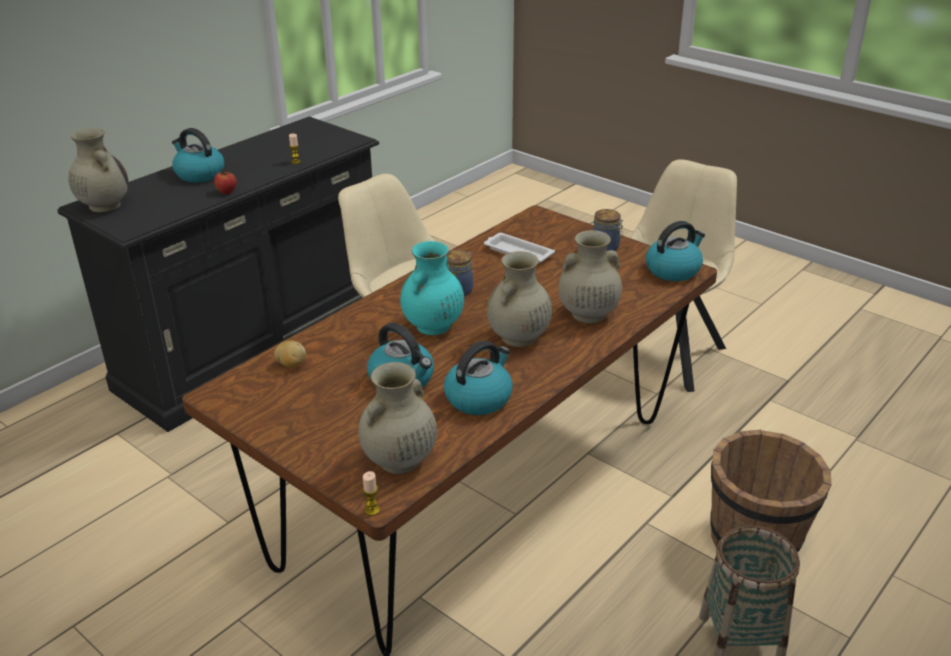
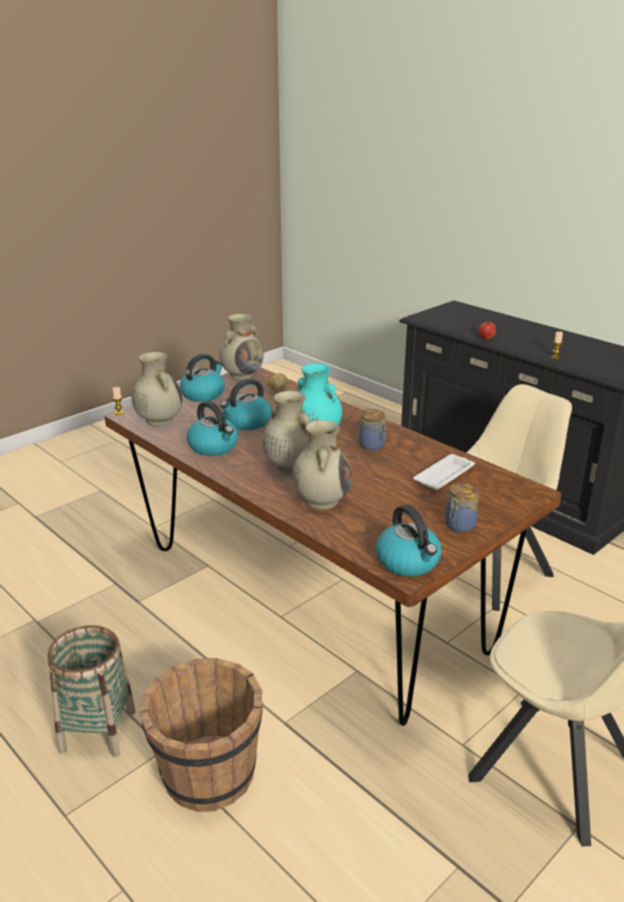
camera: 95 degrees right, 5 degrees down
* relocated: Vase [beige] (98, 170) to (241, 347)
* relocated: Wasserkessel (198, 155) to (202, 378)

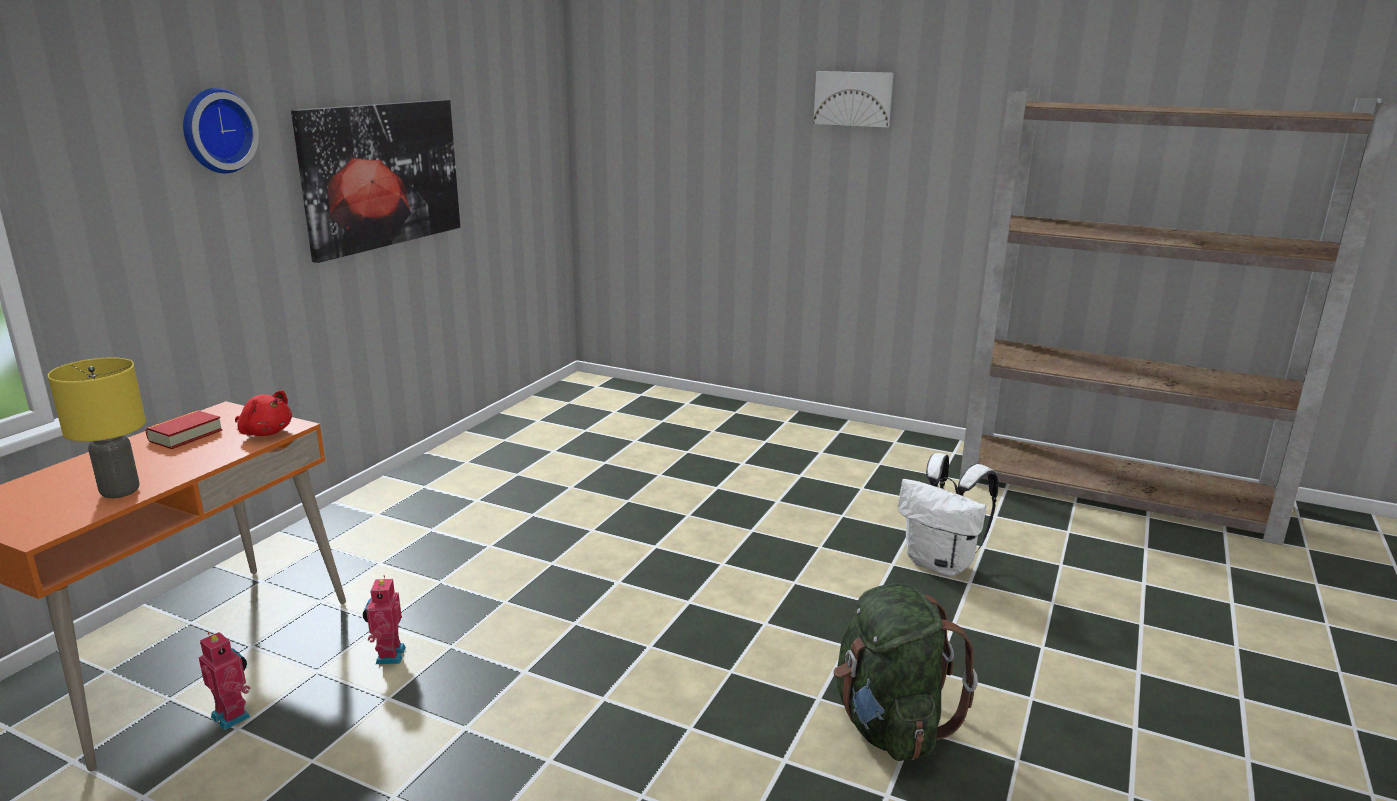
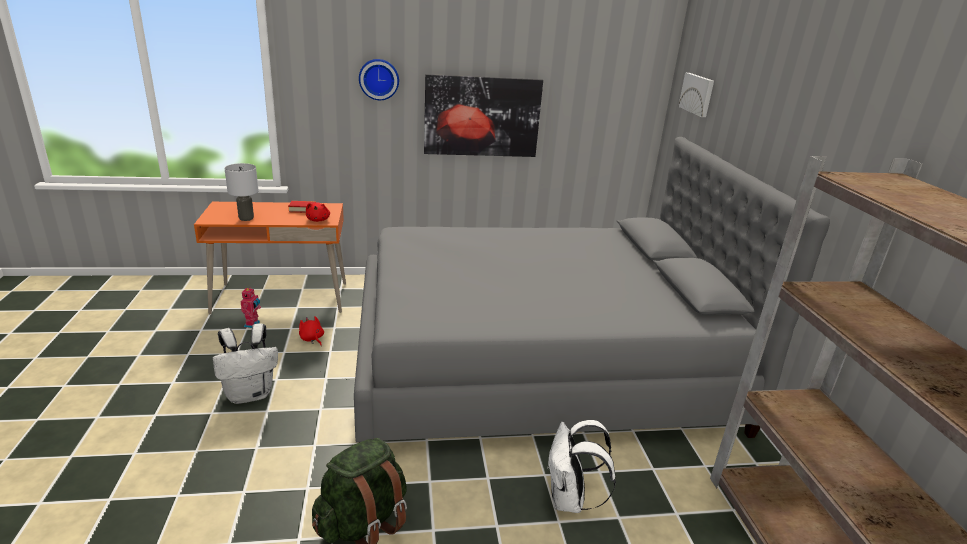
camera: 55 degrees right, 5 degrees up
* appeared: Rucksack [weiß] (245, 364)
* appeared: Bett [grau] (592, 290)
* relocated: Bild (853, 99) to (696, 95)
* exchanged: Spielzeugroboter (384, 619) to Plüschtier [rot] (311, 331)
* colour: Tischlampe [gelb] (97, 428) to Tischlampe [weiß] (241, 192)

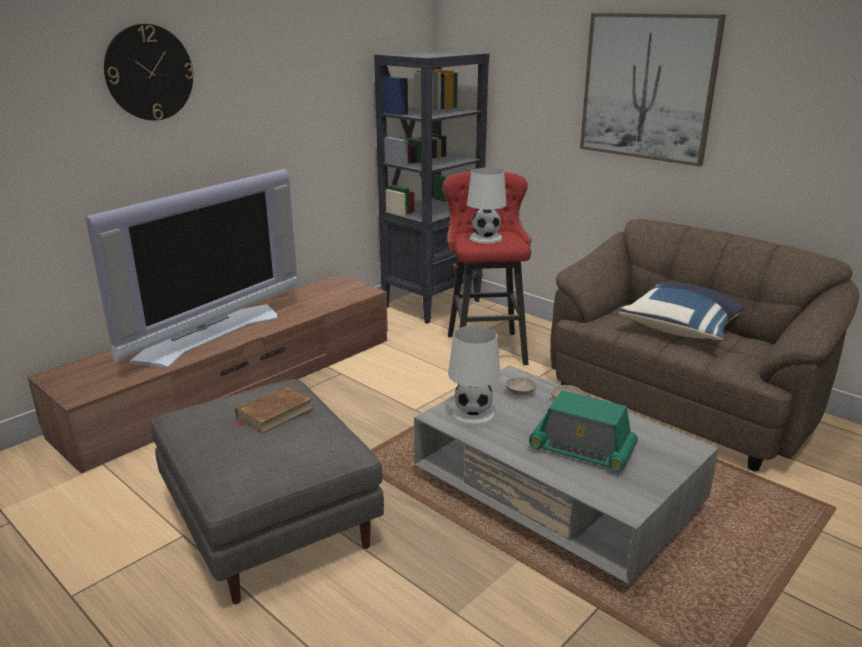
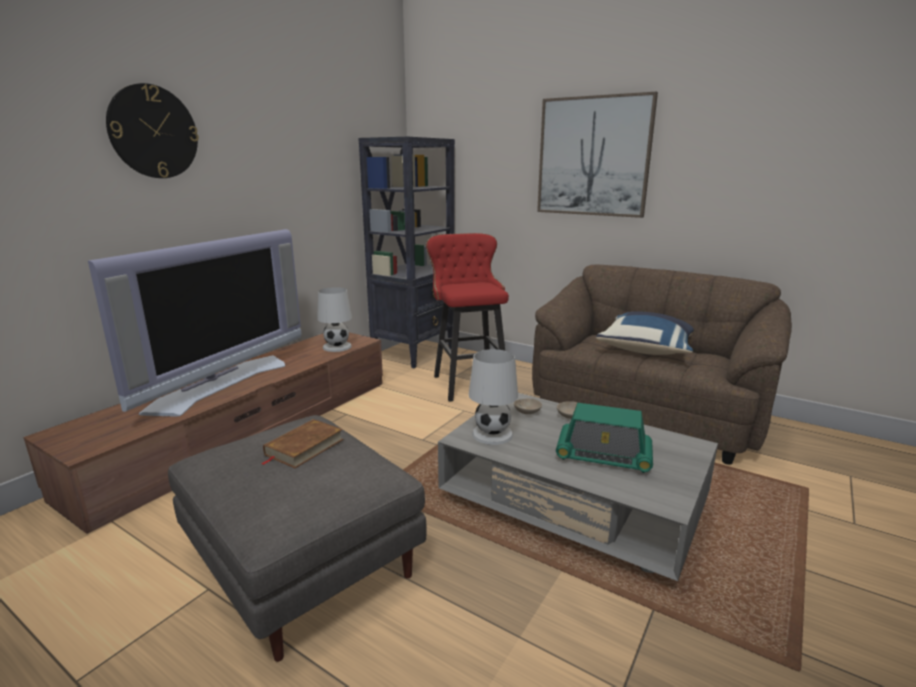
camera: 10 degrees left, 5 degrees down
* relocated: Tischlampe [weiß] (487, 205) to (334, 319)

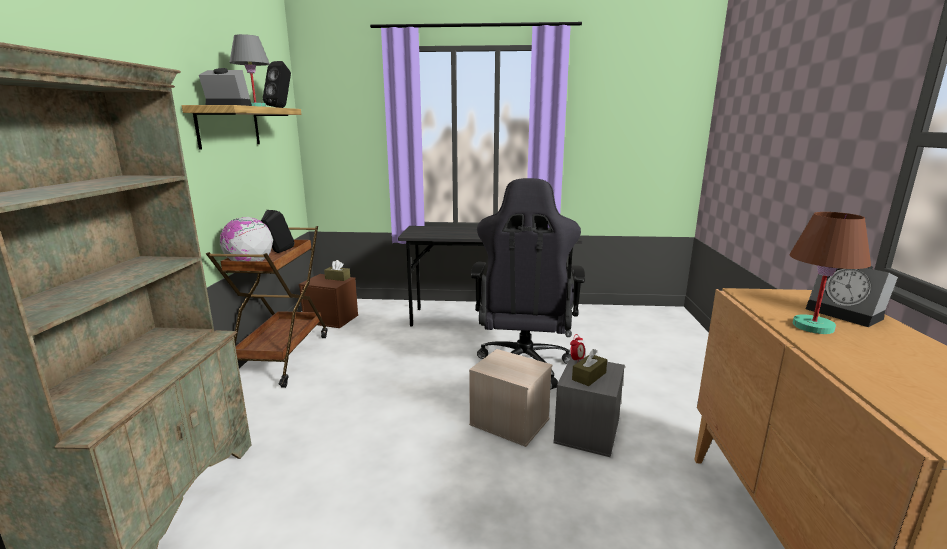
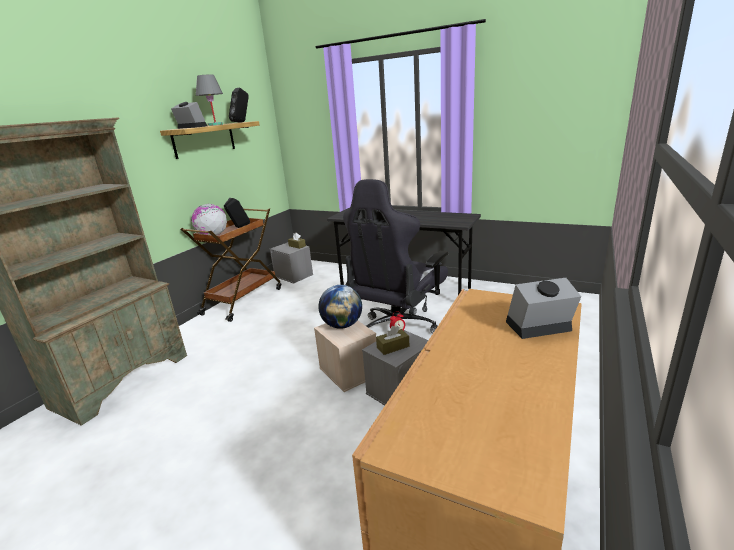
camera: 25 degrees right, 5 degrees up
* missing: Tischlampe [braun] (830, 273)
* appeared: Globus (340, 307)
* colour: Aufbewahrungsbox [braun] (328, 301) to Aufbewahrungsbox [grau] (291, 263)
* spun: Wecker (852, 296) = (543, 308) 90 degrees clockwise

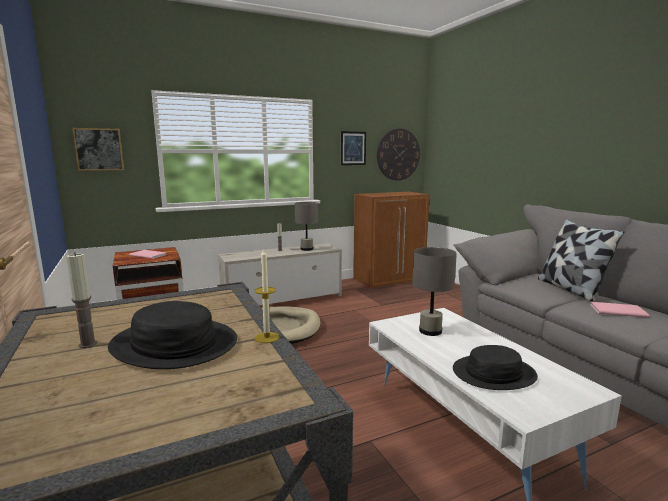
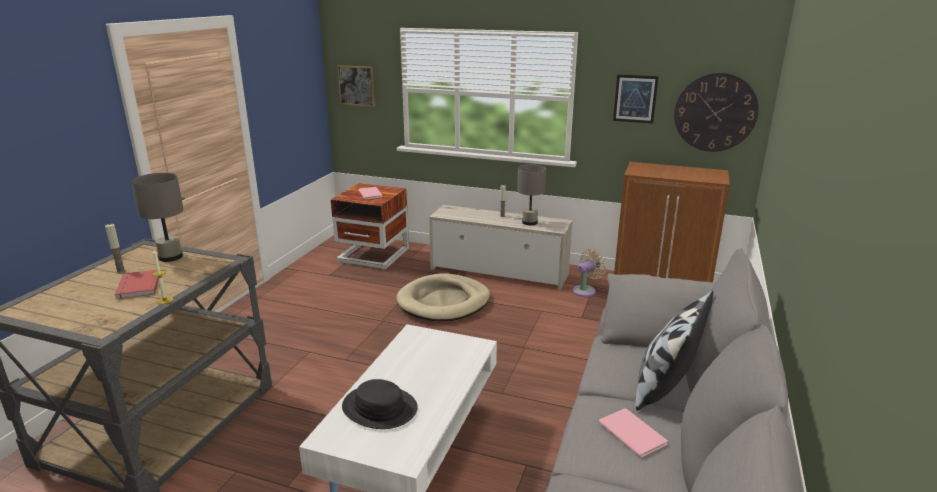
camera: 45 degrees right, 10 degrees up
* appeared: Ventilator [beige] (589, 273)
* relocated: Tischlampe [grau] (435, 291) to (157, 217)
* exchanged: Hut [schwarz] (172, 335) to Buch [rot] (137, 284)

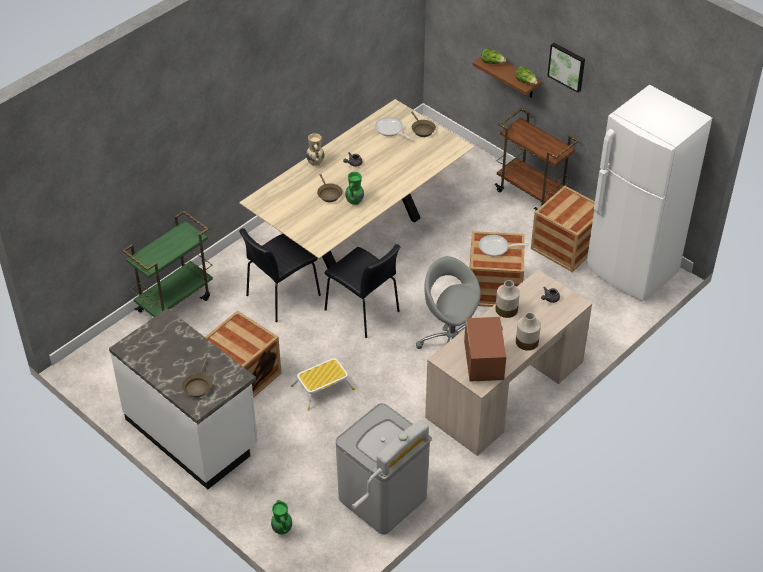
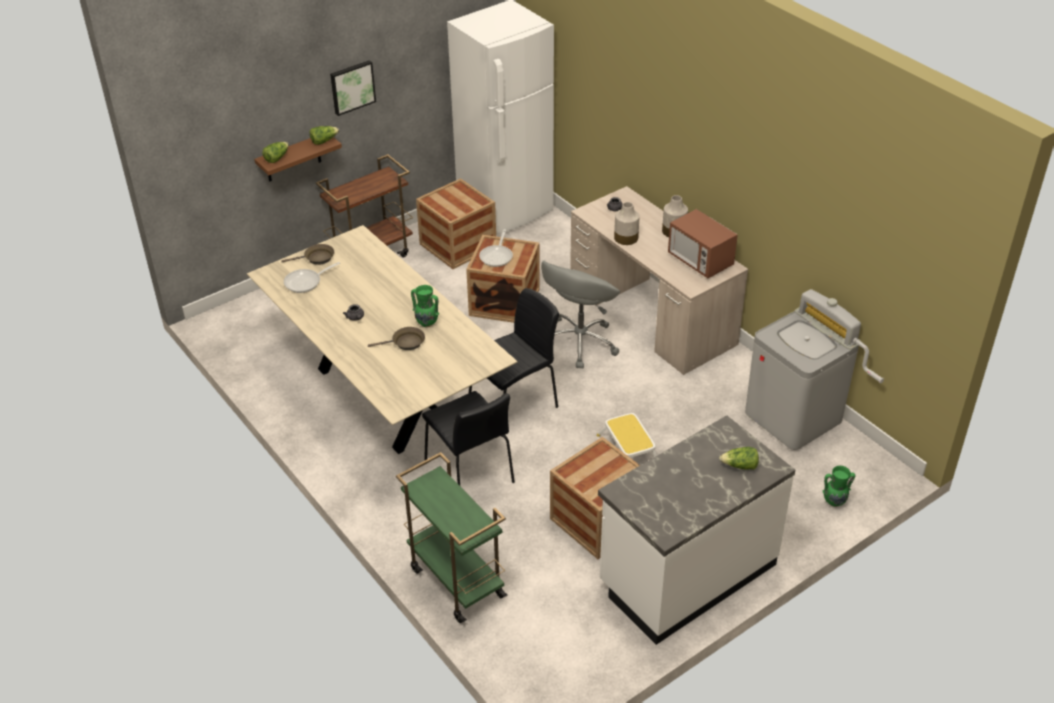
camera: 80 degrees left, 5 degrees down
* missing: Vase [beige] (315, 149)
* exchanged: Pfanne [braun] (196, 378) to Salatkopf (739, 458)
* spun: Mikrowelle (485, 349) = (703, 243) 135 degrees counterclockwise

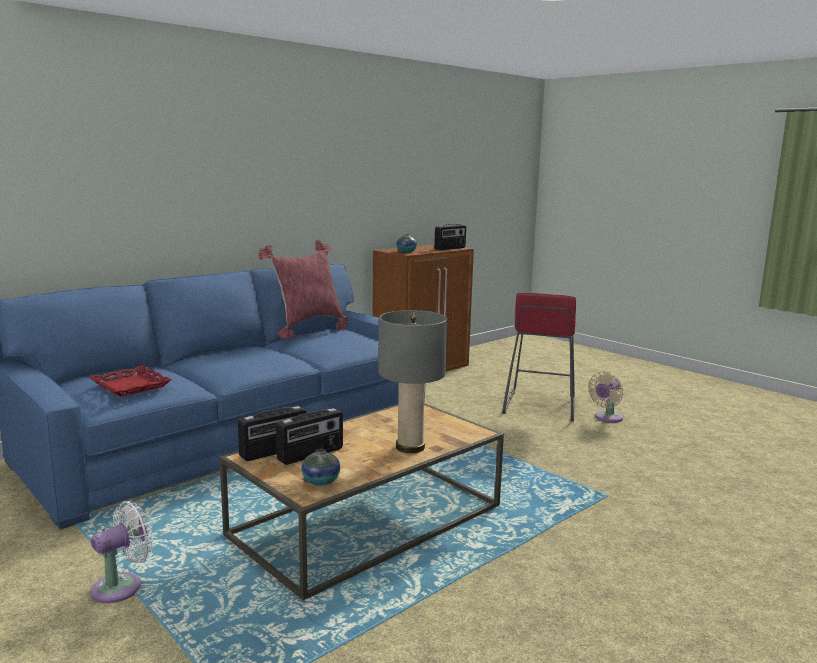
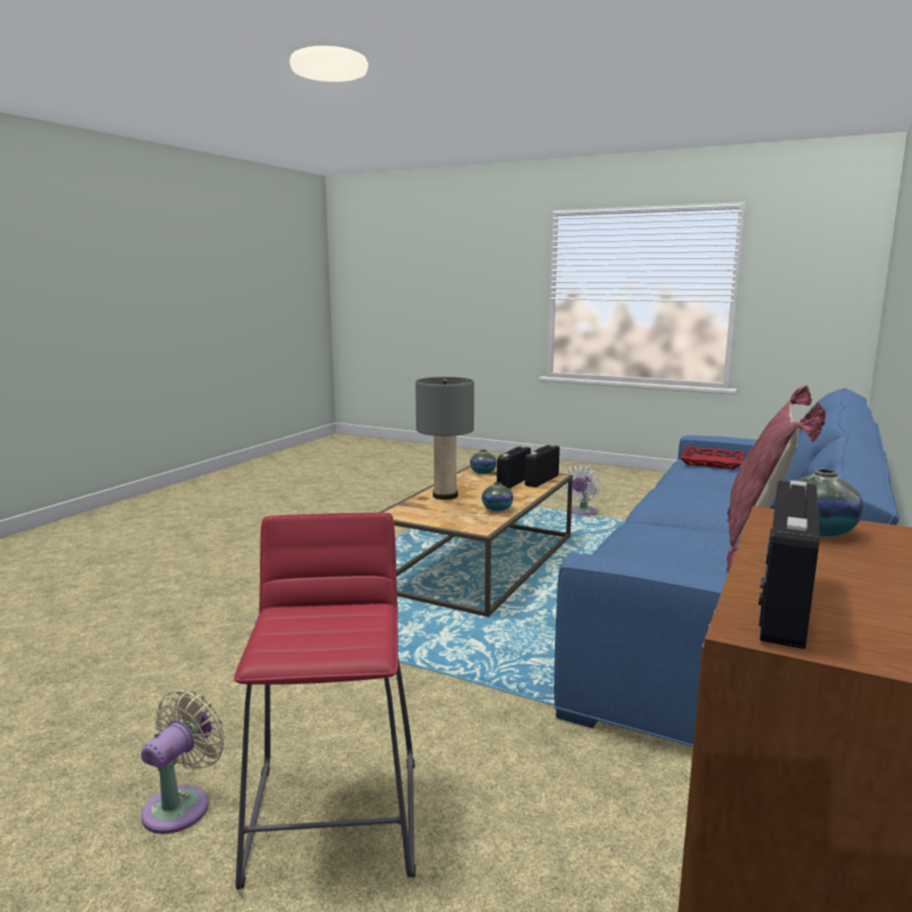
camera: 160 degrees right, 0 degrees up
* appeared: Vase (497, 496)

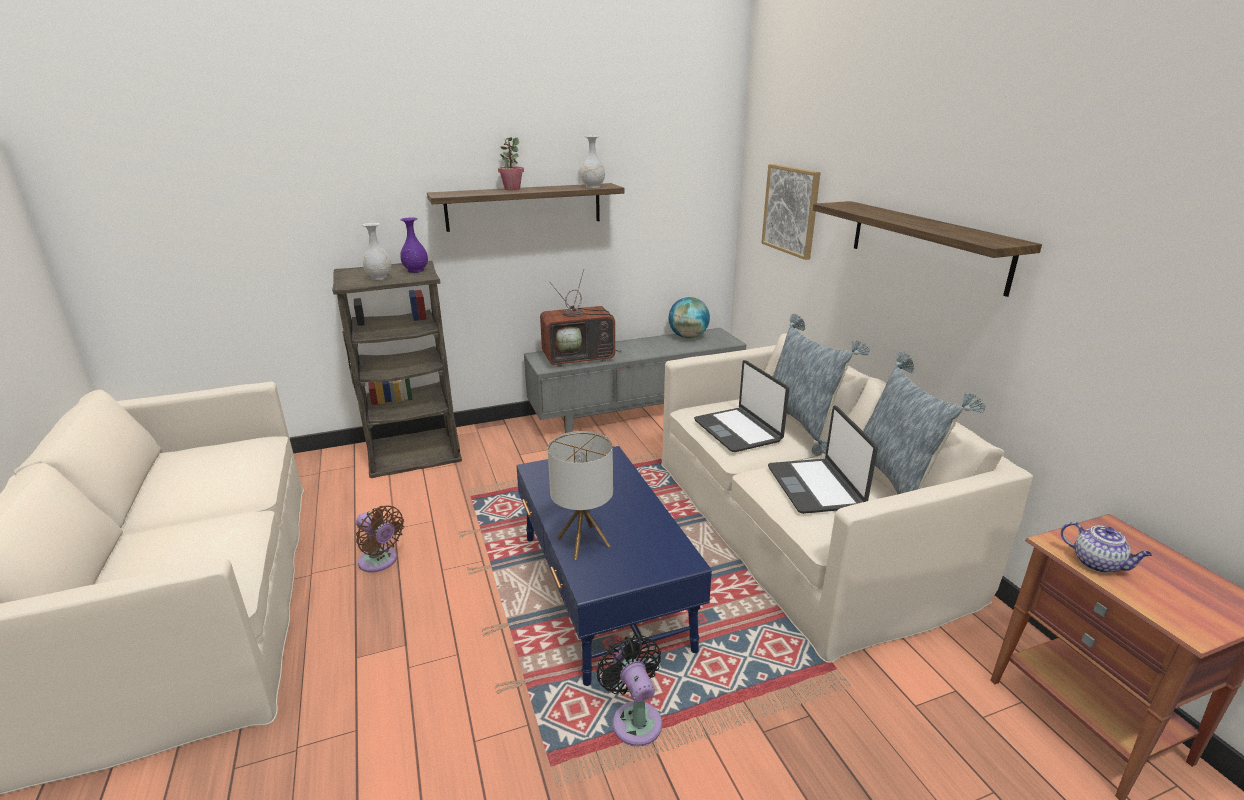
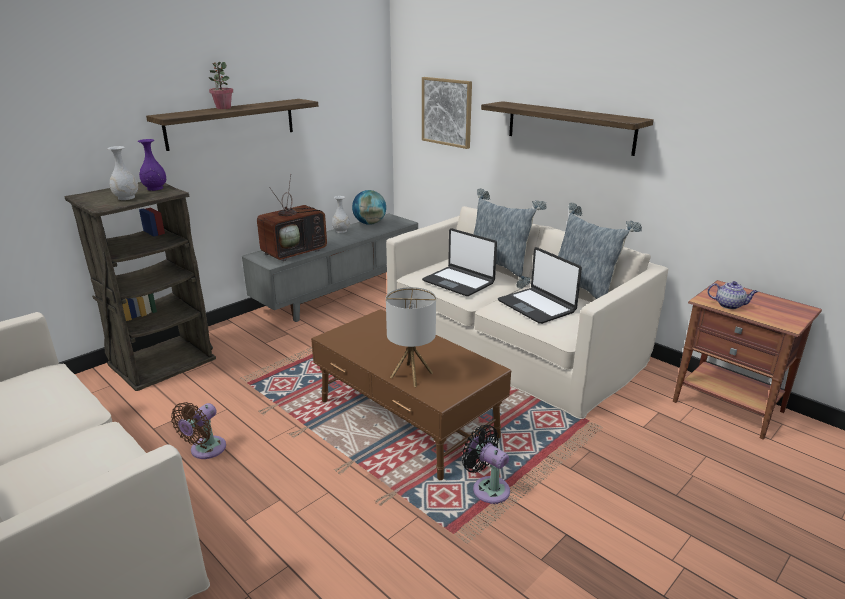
camera: 25 degrees left, 0 degrees up
* relocated: Vase [weiß] (593, 162) to (341, 214)
* colour: Couchtisch [blau] (614, 566) to Couchtisch [braun] (411, 394)
* spun: Ventilator [braun] (380, 538) = (198, 430) 105 degrees clockwise

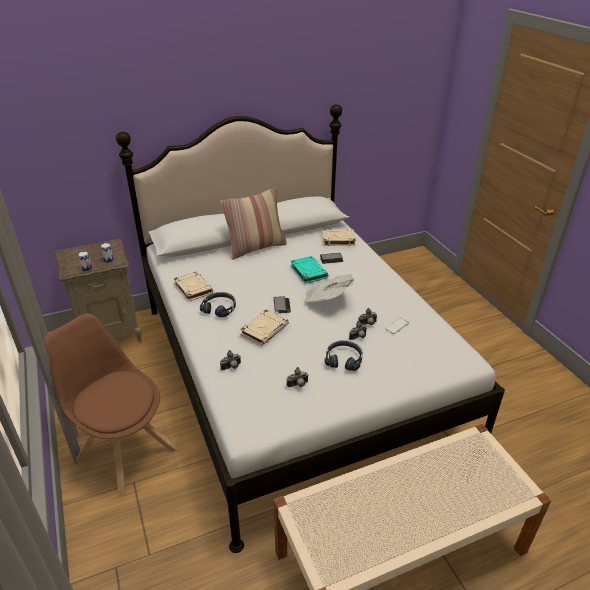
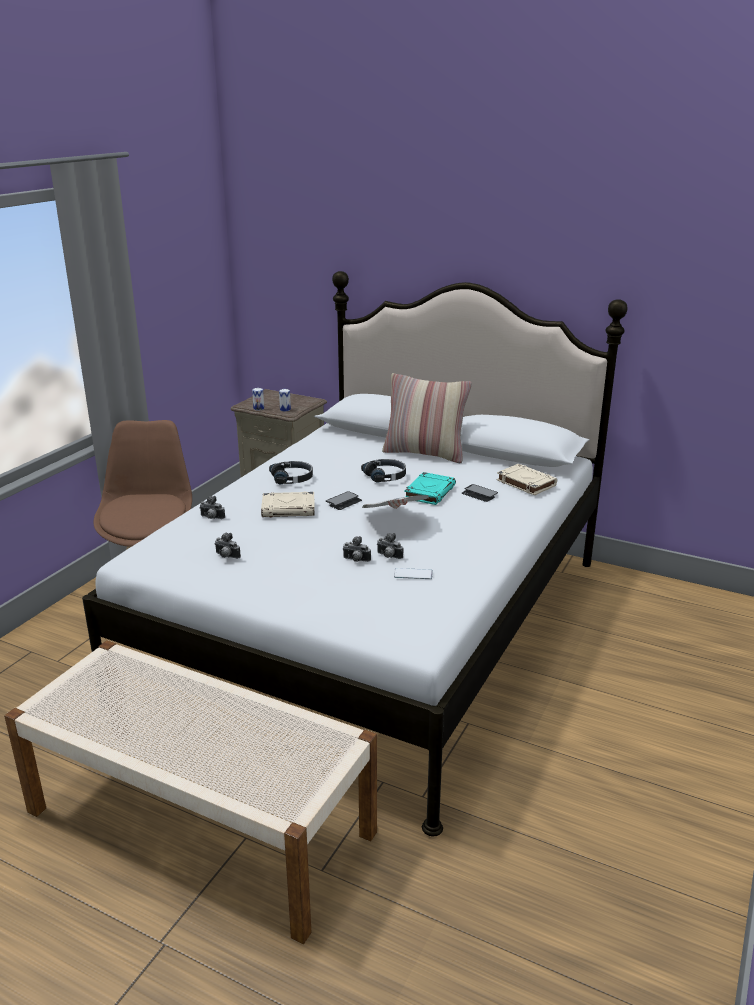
camera: 50 degrees right, 10 degrees down
* missing: Buch [beige] (193, 286)
* relocated: Kopfhörer [schwarz] (344, 355) to (383, 471)

